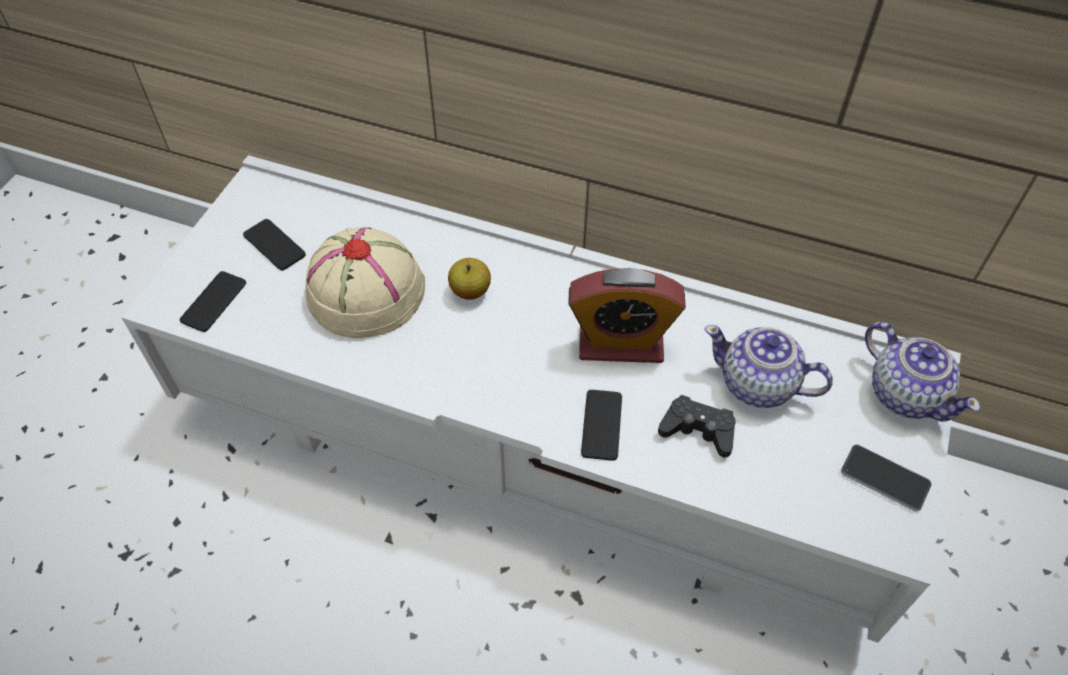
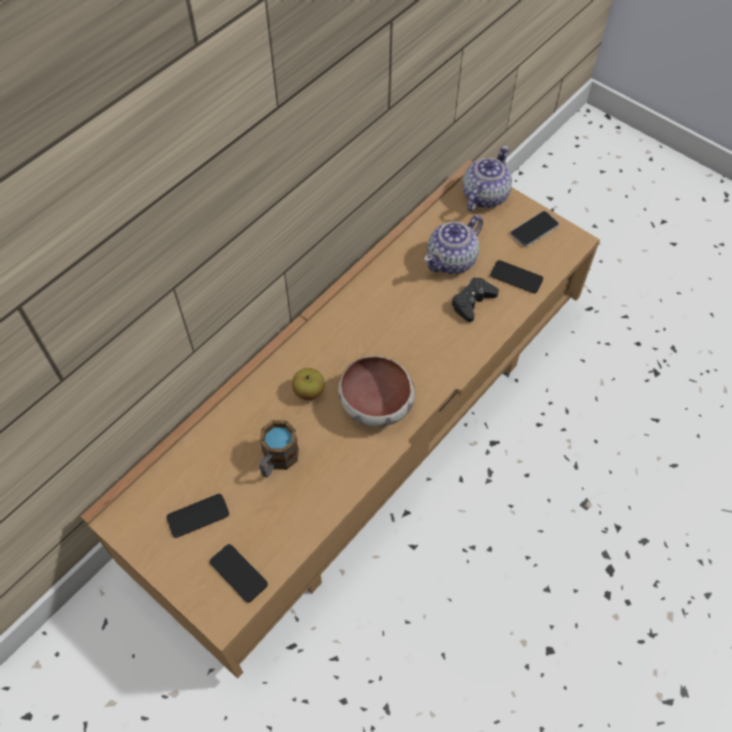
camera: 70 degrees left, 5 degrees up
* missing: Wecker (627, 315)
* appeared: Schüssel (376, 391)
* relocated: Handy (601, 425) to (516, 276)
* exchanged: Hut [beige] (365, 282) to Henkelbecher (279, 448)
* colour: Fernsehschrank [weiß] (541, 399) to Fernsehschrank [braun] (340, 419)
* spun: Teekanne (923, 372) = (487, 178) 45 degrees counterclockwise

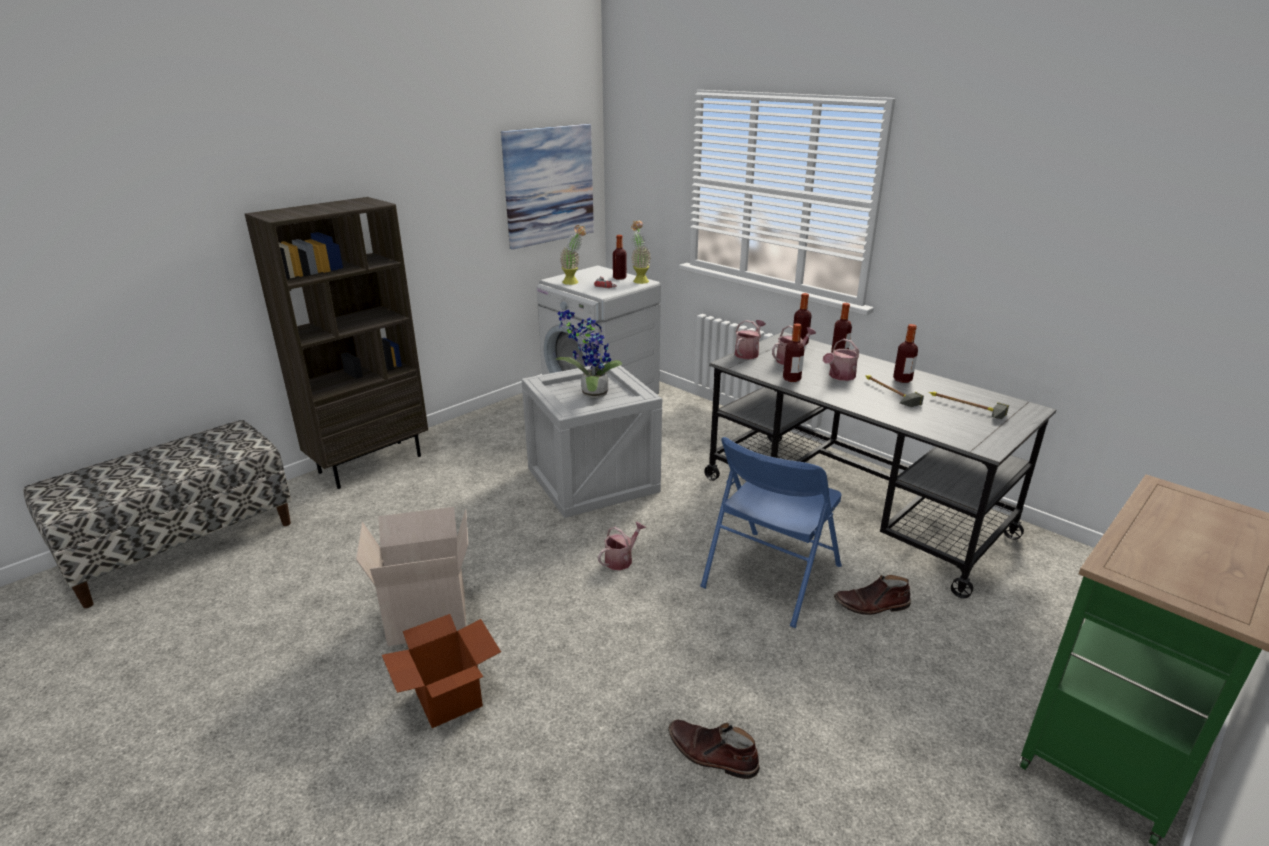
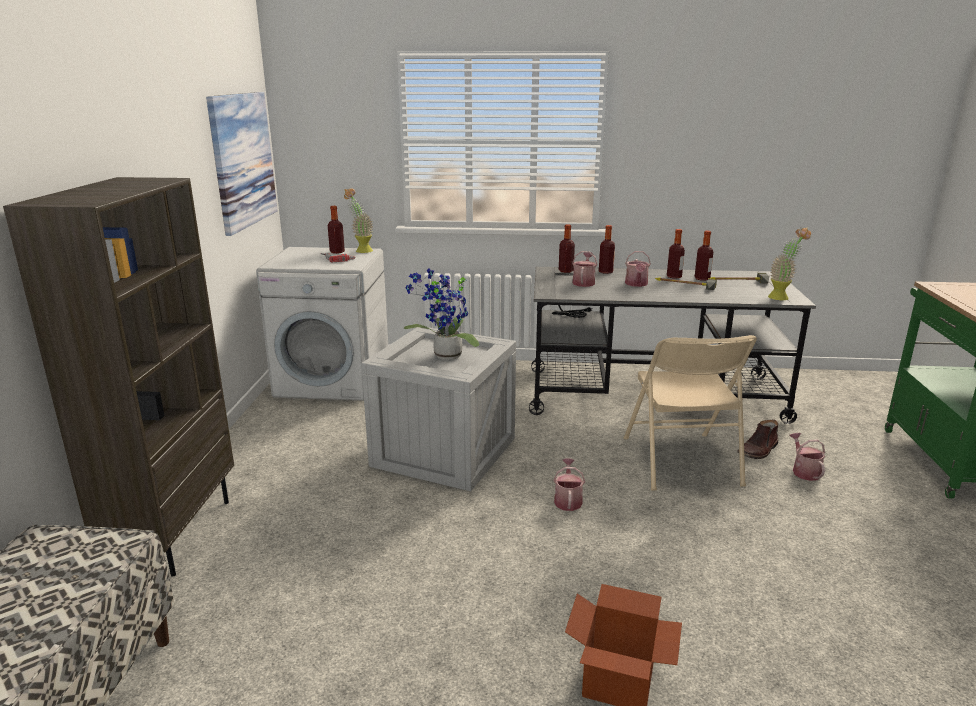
camera: 40 degrees left, 5 degrees down
* missing: Karton (412, 576)
* missing: Stiefel [braun] (714, 749)
* relocated: Topfpflanze (573, 255) to (789, 263)
* relocated: Gießkanne (750, 339) to (807, 457)
* relocated: Flasche (794, 352) to (704, 255)
* colour: Stuhl [blau] (771, 533) to Stuhl [beige] (690, 413)

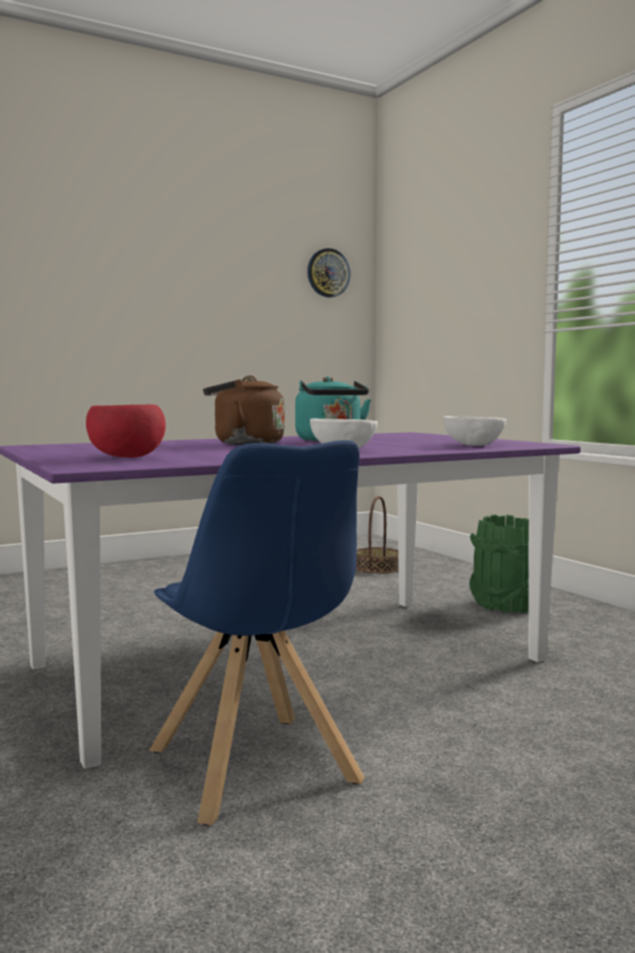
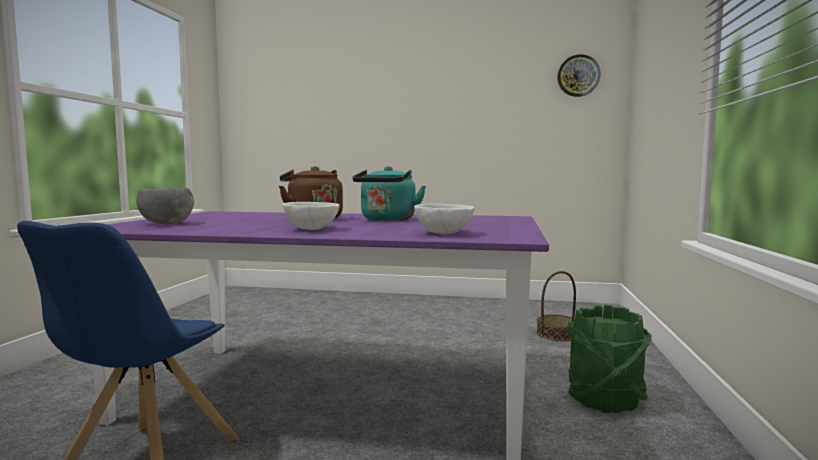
camera: 40 degrees right, 0 degrees up
* colour: Schüssel [rot] (126, 431) to Schüssel [grau] (165, 206)

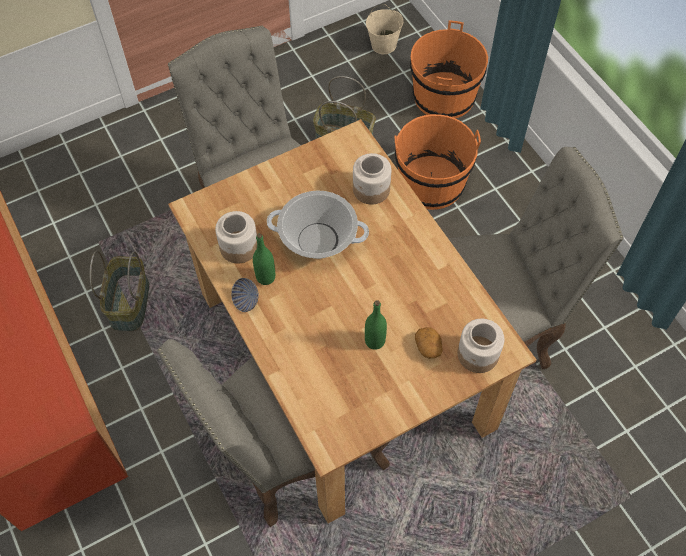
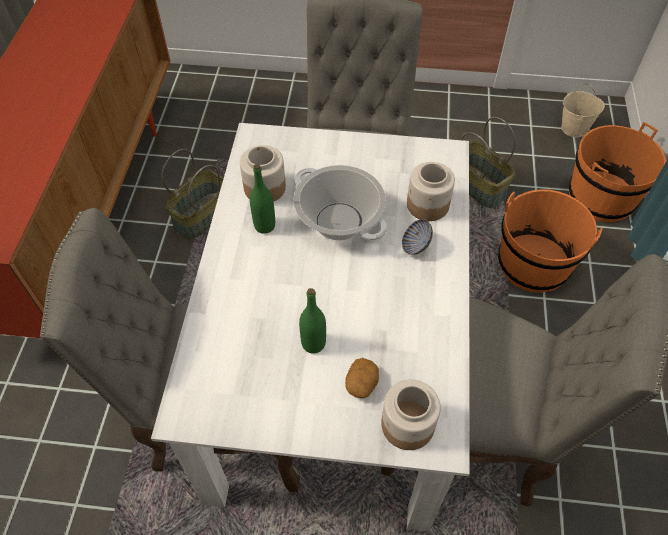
camera: 35 degrees right, 5 degrees down
* relocated: Schüssel (245, 295) to (417, 237)
* colour: Esstisch [braun] (352, 321) to Esstisch [weiß] (310, 327)

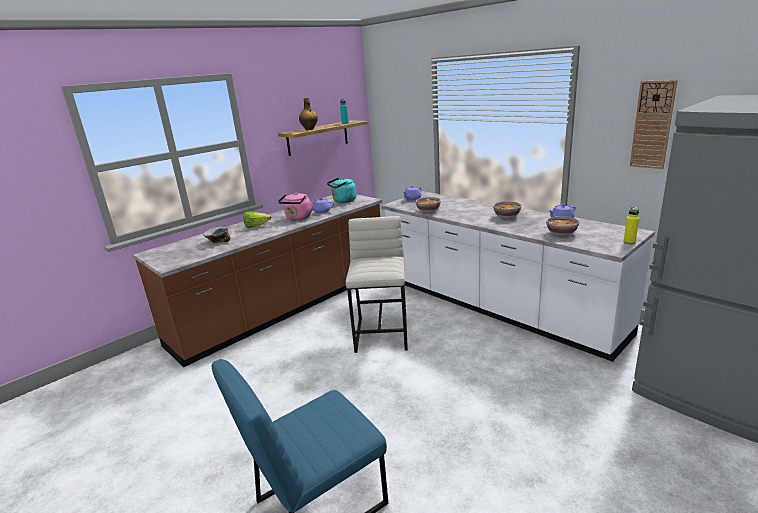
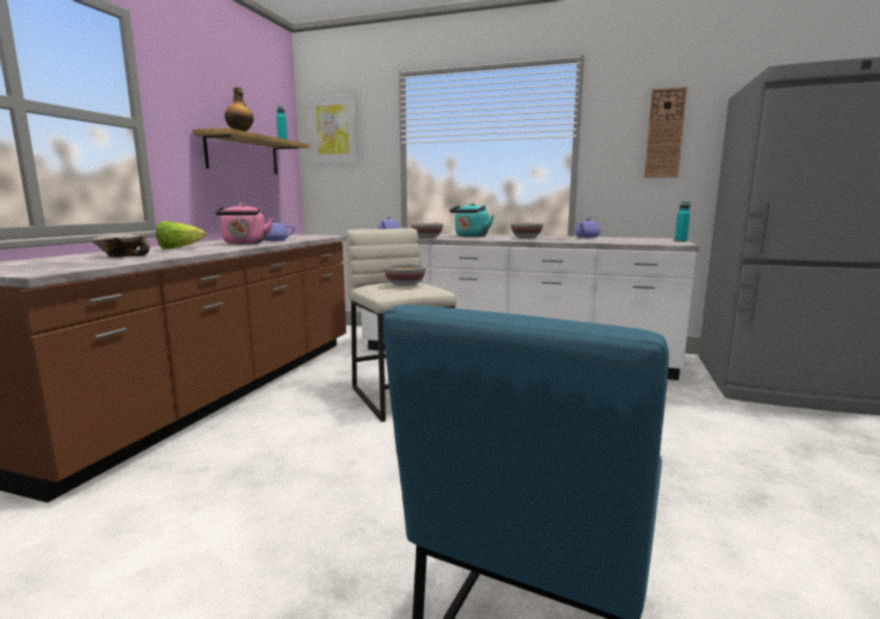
camera: 30 degrees left, 10 degrees down
* appeared: Bild (333, 128)
* relocated: Wasserkessel [türkis] (341, 190) to (472, 220)
* relocated: Schüssel (562, 226) to (405, 275)
* colour: Flasche [gelb] (631, 225) to Flasche [türkis] (682, 222)

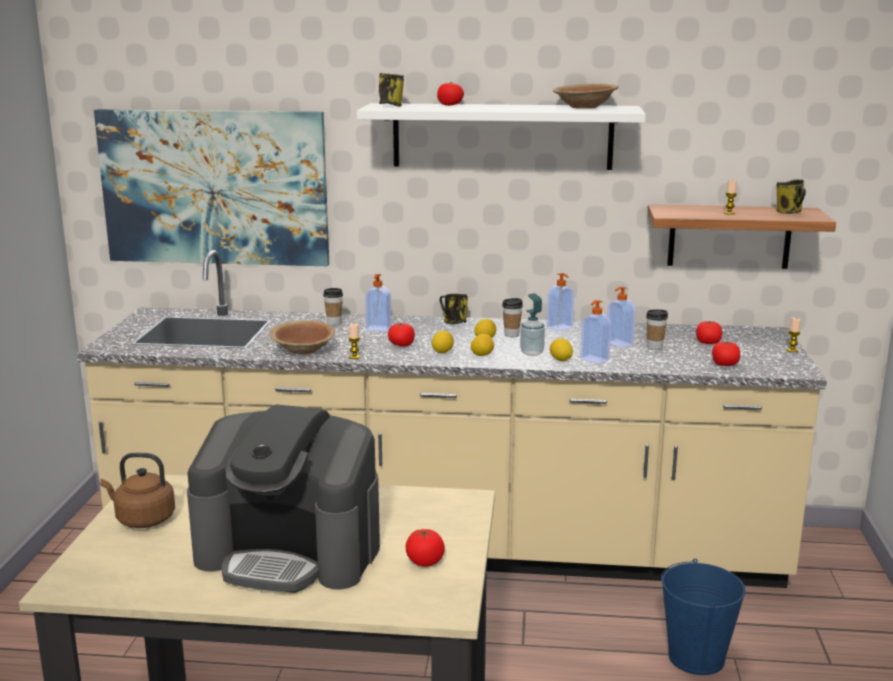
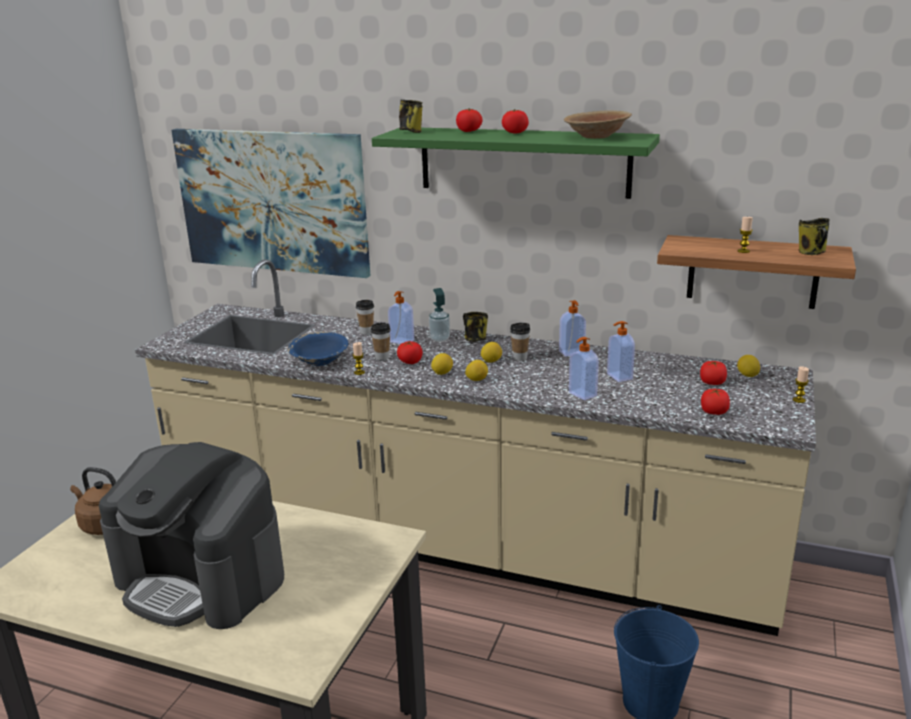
camera: 15 degrees right, 5 degrees up
* relocated: Tomate (425, 548) to (515, 121)
* relocated: Seifenspender (532, 324) to (439, 315)
* relocated: Zitrone (561, 349) to (748, 366)
* relocated: Tasse (657, 329) to (381, 341)
* colour: Schüssel [braun] (302, 337) to Schüssel [blau] (317, 349)
* colour: Wandregal [weiß] (501, 136) to Wandregal [grün] (516, 163)

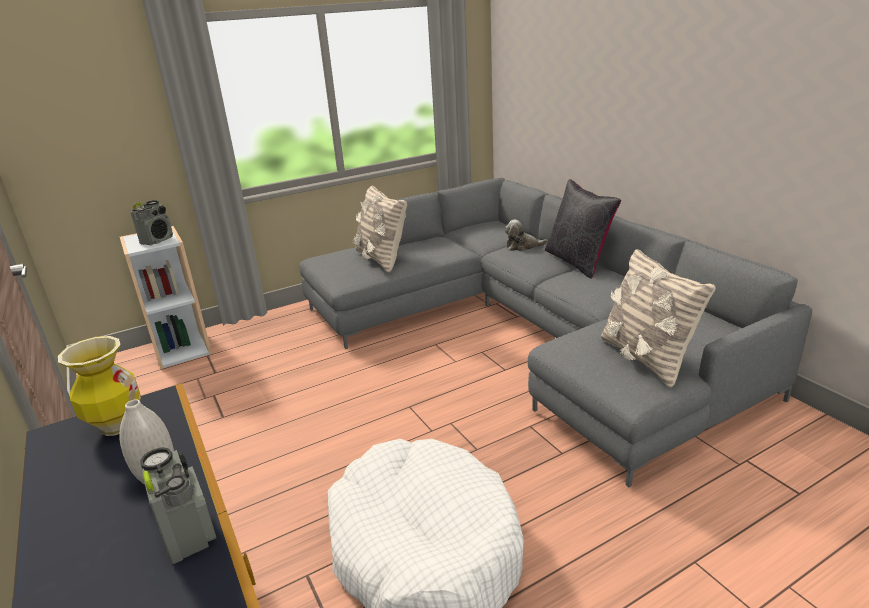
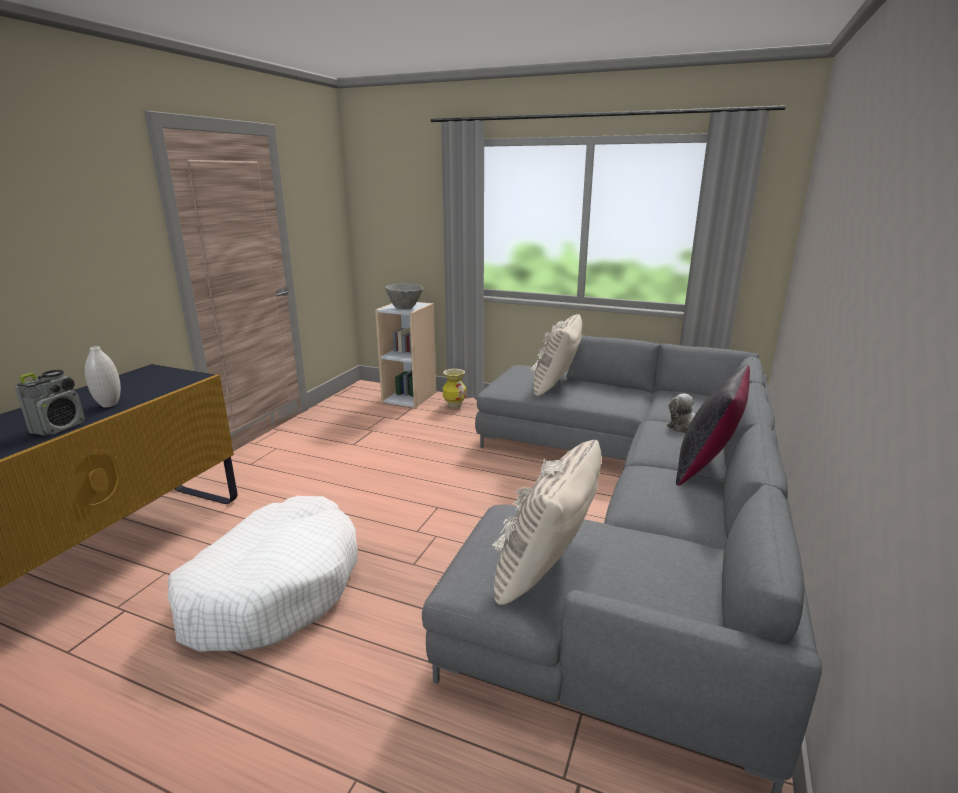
camera: 50 degrees right, 5 degrees down
* relocated: Vase (99, 386) to (454, 388)
* exchanged: Radio (152, 222) to Schüssel [grau] (404, 296)

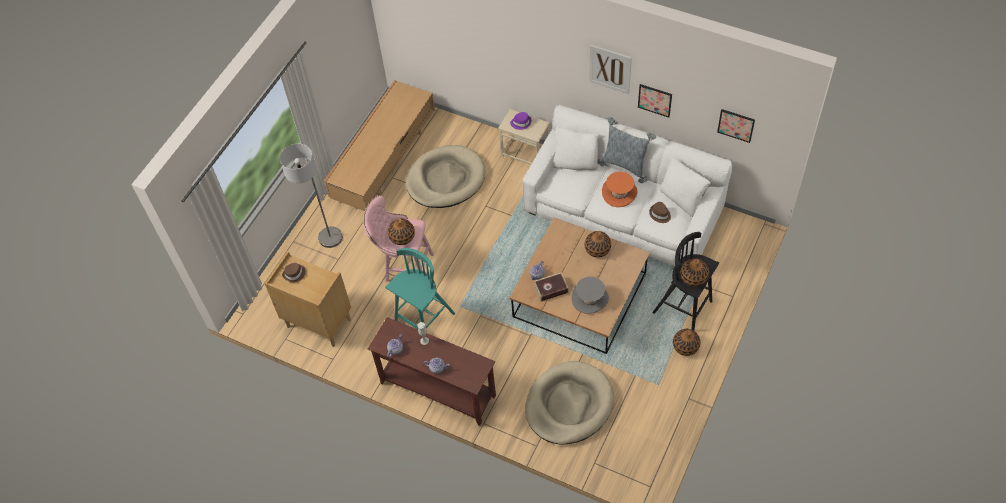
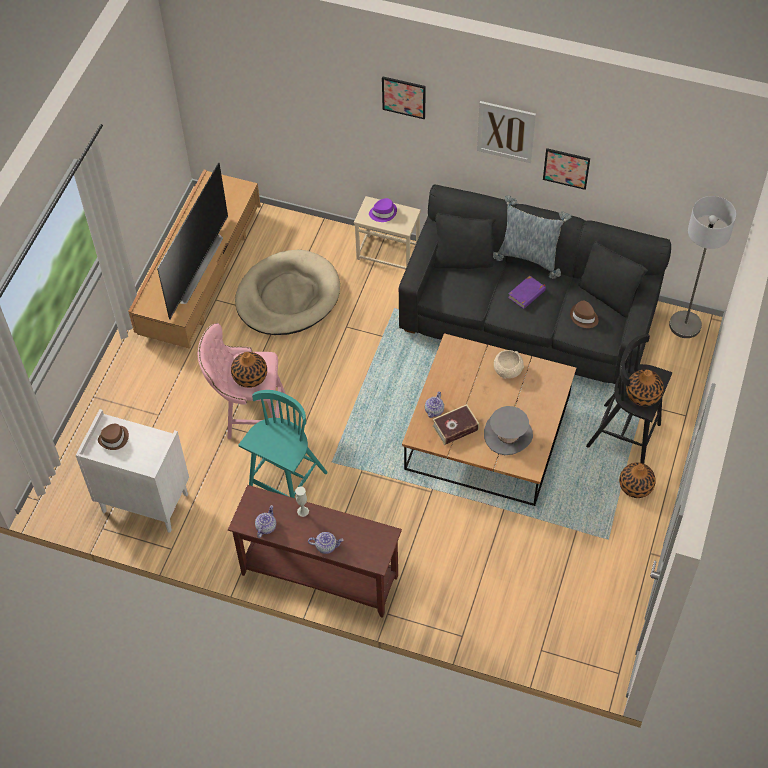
camera: 10 degrees left, 0 degrees up
* missing: Hundebett [beige] (569, 403)
* appeared: Fernseher (192, 241)
* relocated: Stehlampe [grau] (311, 196) to (702, 267)
* relocated: Bild (736, 126) to (404, 97)
* exchanged: Vase (598, 244) to Schüssel [beige] (509, 364)
* exchanged: Hut [orange] (620, 189) to Buch [lila] (527, 292)
* colour: Schrank [braun] (307, 299) to Schrank [weiß] (132, 471)
* colour: Sofa [weiß] (627, 185) to Sofa [schwarz] (535, 284)

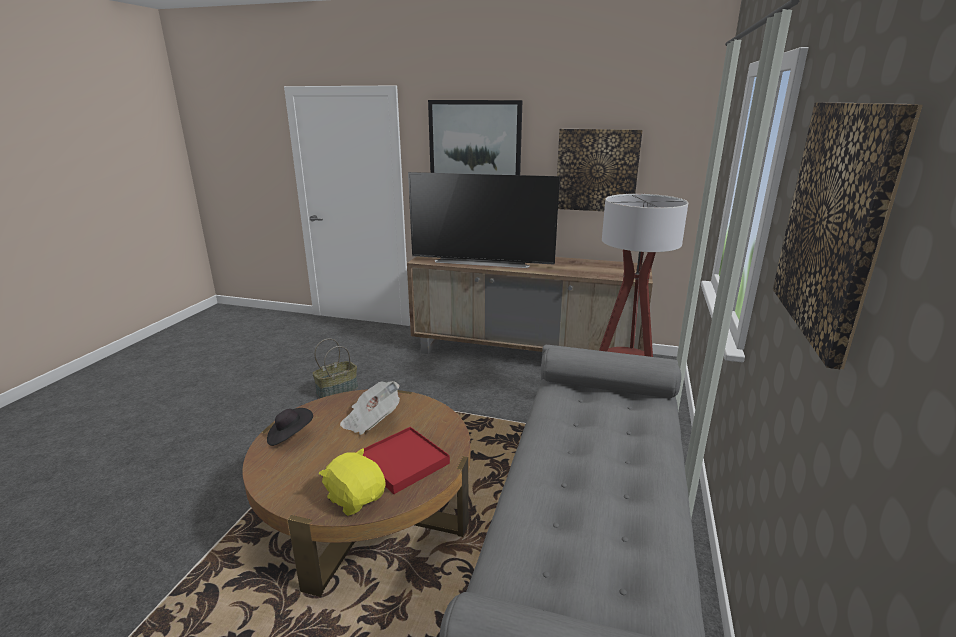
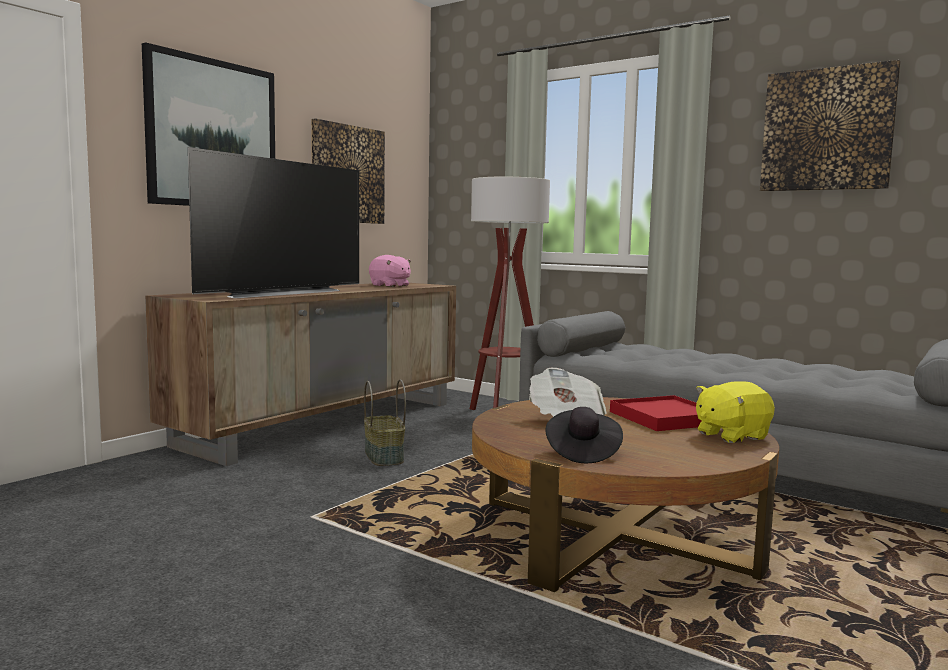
camera: 70 degrees left, 15 degrees down
* appeared: Plüschtier [rosa] (390, 271)
* relocated: Korb (335, 368) to (385, 422)

